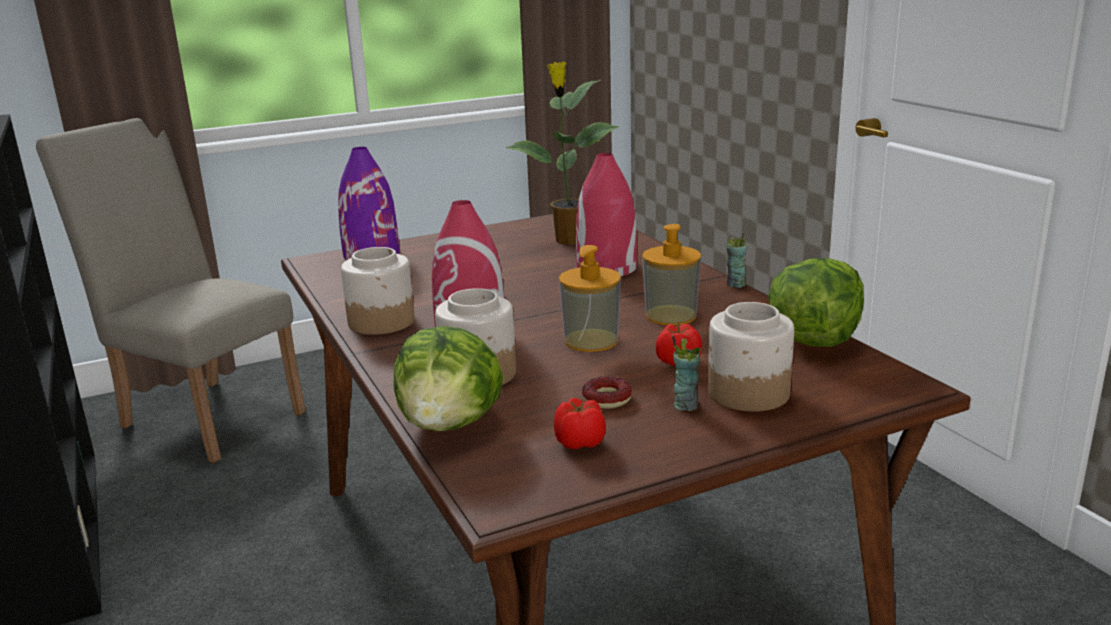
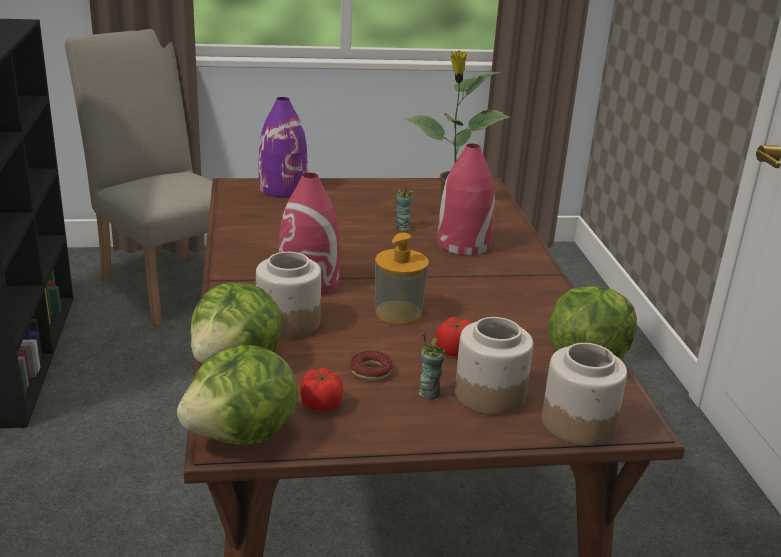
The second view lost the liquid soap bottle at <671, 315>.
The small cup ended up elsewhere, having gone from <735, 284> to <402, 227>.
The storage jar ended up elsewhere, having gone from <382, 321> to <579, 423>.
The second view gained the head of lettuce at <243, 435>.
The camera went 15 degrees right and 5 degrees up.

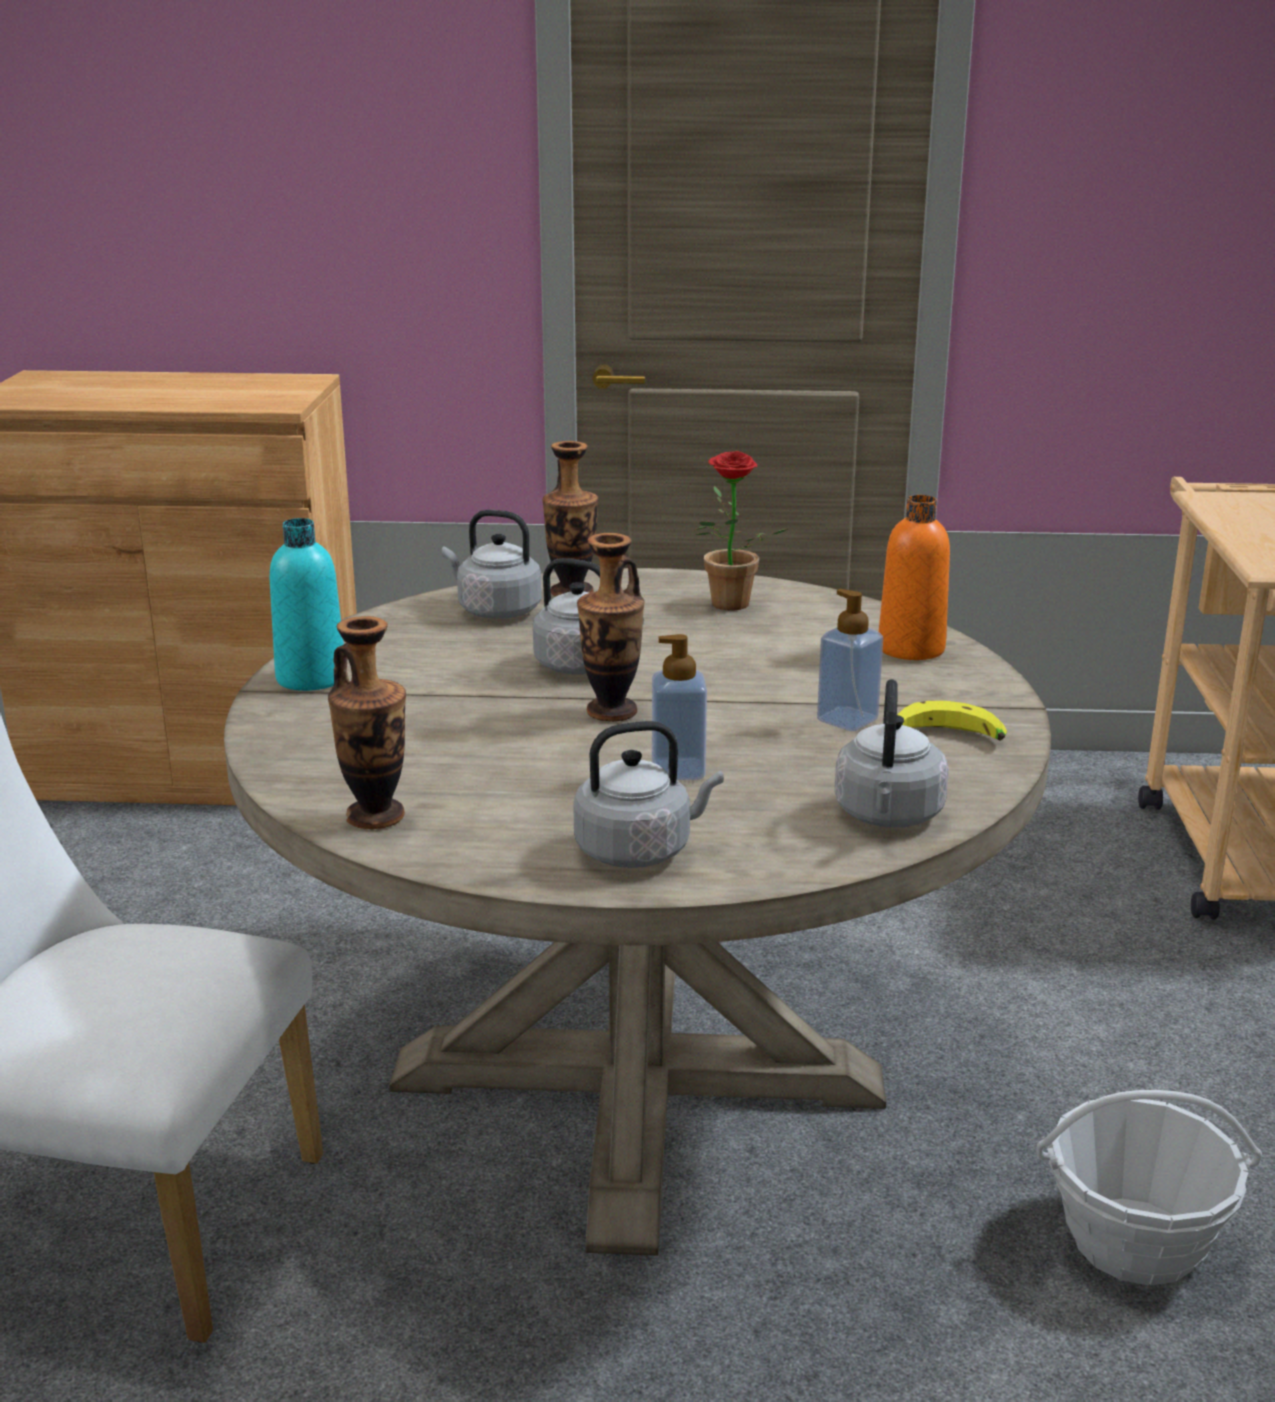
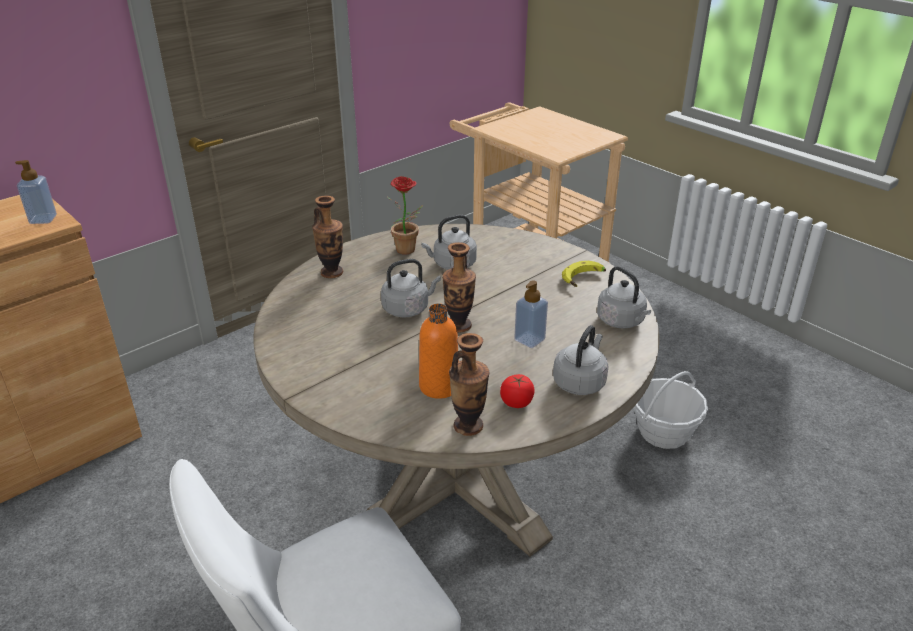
The orange-coloured beverage bottle ended up elsewhere, having gone from <911, 649> to <439, 386>.
The grey tea kettle ended up elsewhere, having gone from <495, 610> to <452, 264>.
The second view lost the turquoise beverage bottle at <311, 678>.
The liquid soap bottle ended up elsewhere, having gone from <847, 720> to <43, 219>.
The second view gained the fresh tomato at <516, 402>.
The camera went 45 degrees left and 10 degrees up.

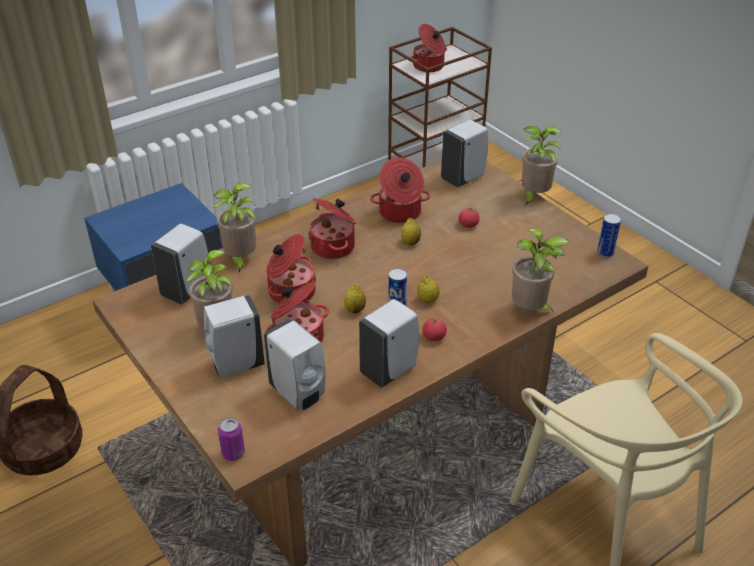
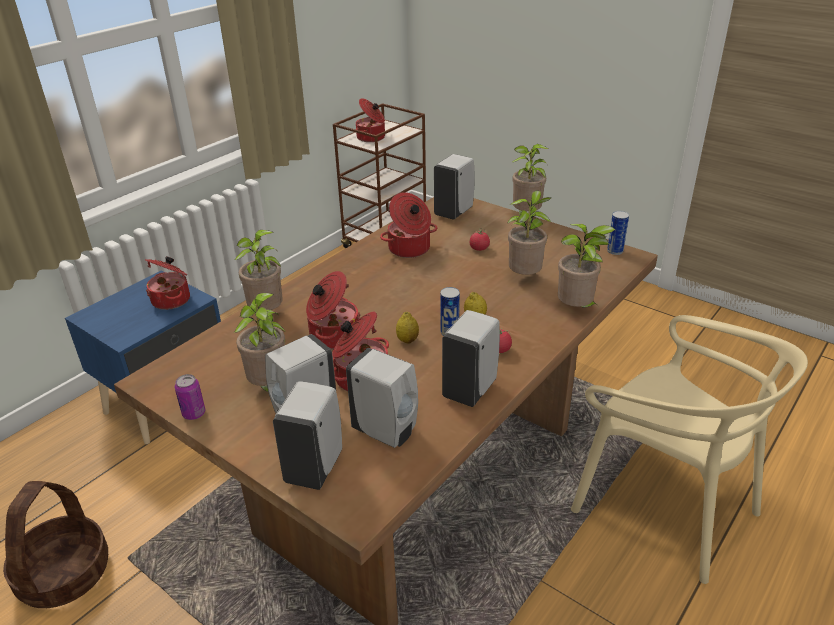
The stockpot ended up elsewhere, having gone from <334, 247> to <172, 300>.
The second view lost the citrus fruit at <410, 242>.
The white-coloured liquid soap bottle ended up elsewhere, having gone from <188, 290> to <315, 466>.
The metal can ended up elsewhere, having gone from <233, 453> to <194, 413>.
The second view gained the houseplant at <525, 277>.
The camera went 15 degrees left and 5 degrees down.

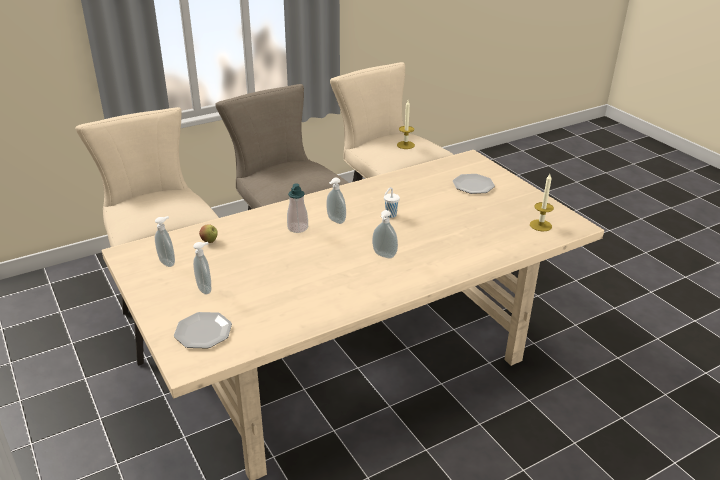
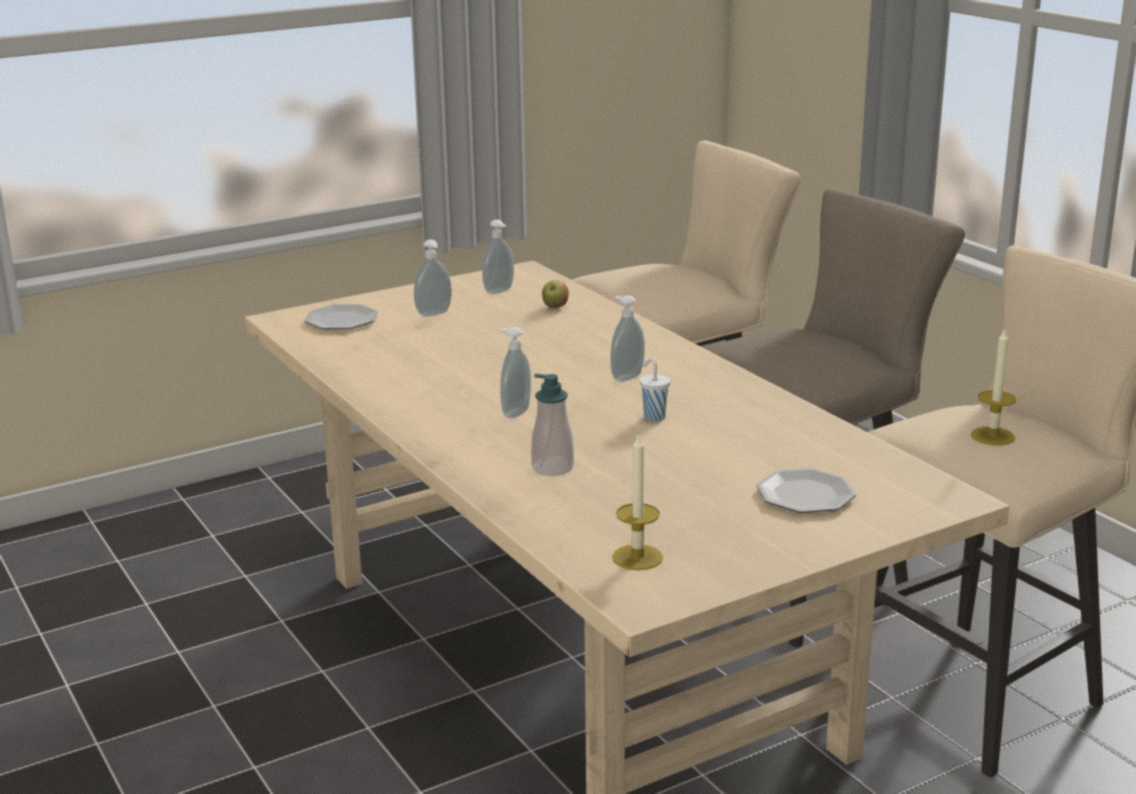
The liquid soap bottle ended up elsewhere, having gone from <297, 228> to <552, 468>.
The camera went 90 degrees right and 10 degrees down.

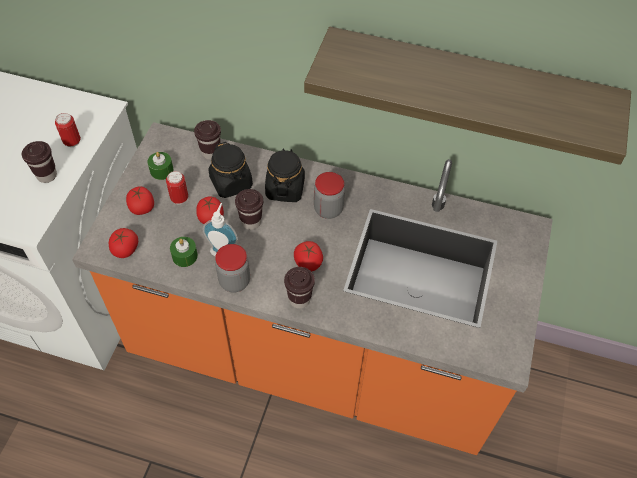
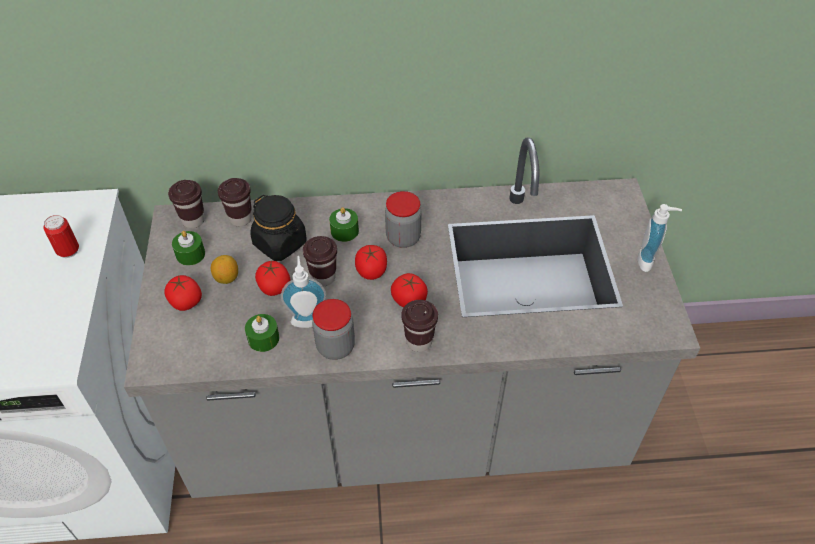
The second view lost the bracket shelf at <467, 87>.
What was the orange-coloured kitchen base unit at <315, 352> turned into the grey kitchen base unit at <407, 423>.
The brown-coloured small cup ended up elsewhere, having gone from <47, 175> to <193, 220>.
Where the black-coloured storage jar stood at <285, 188>, the green-coloured wax candle came to stand at <344, 231>.
Where the metal can stood at <179, 198>, the citrus fruit came to stand at <227, 278>.
The fresh tomato ended up elsewhere, having gone from <125, 249> to <371, 271>.
The second view gained the liquid soap bottle at <649, 260>.
The camera went 20 degrees left and 5 degrees down.

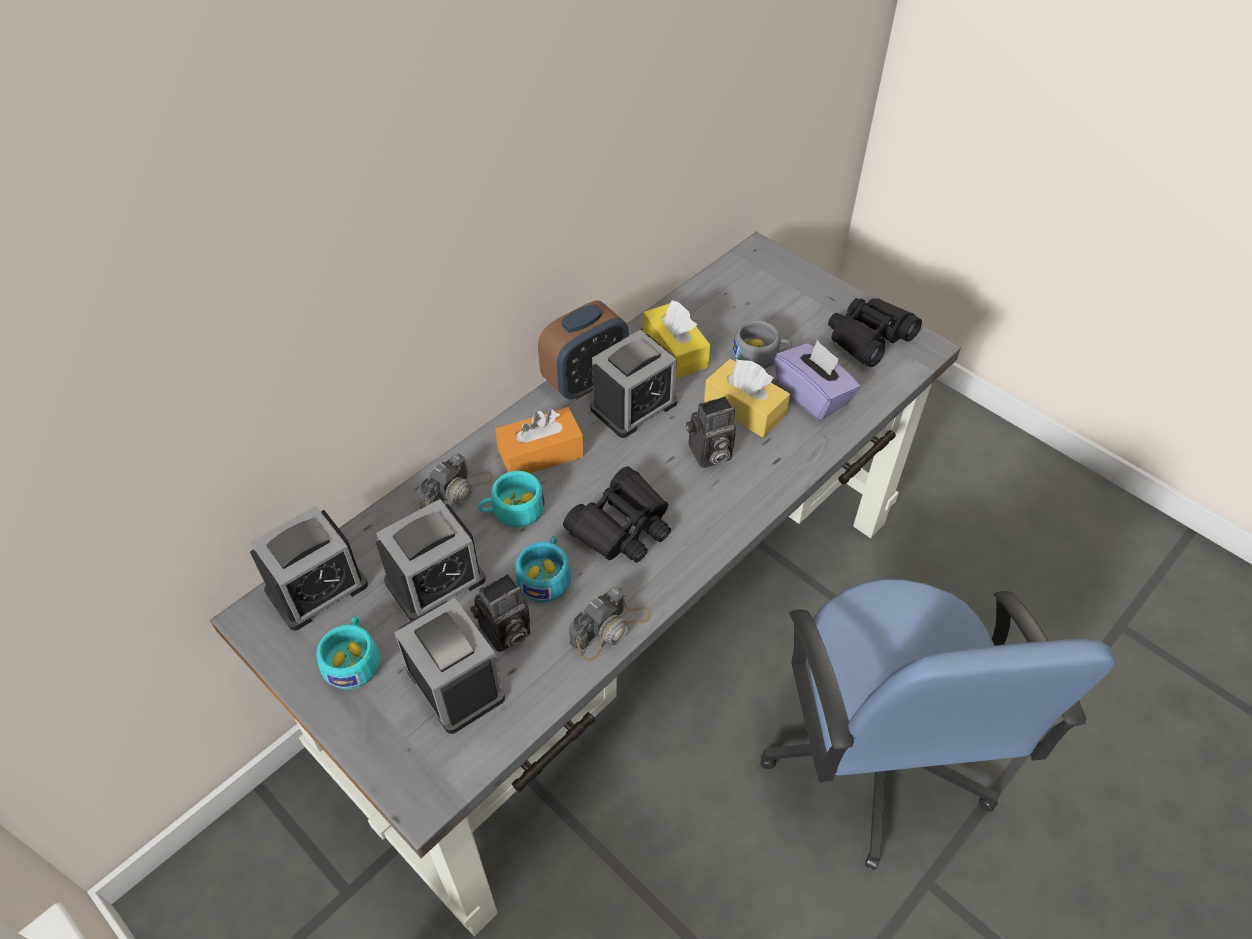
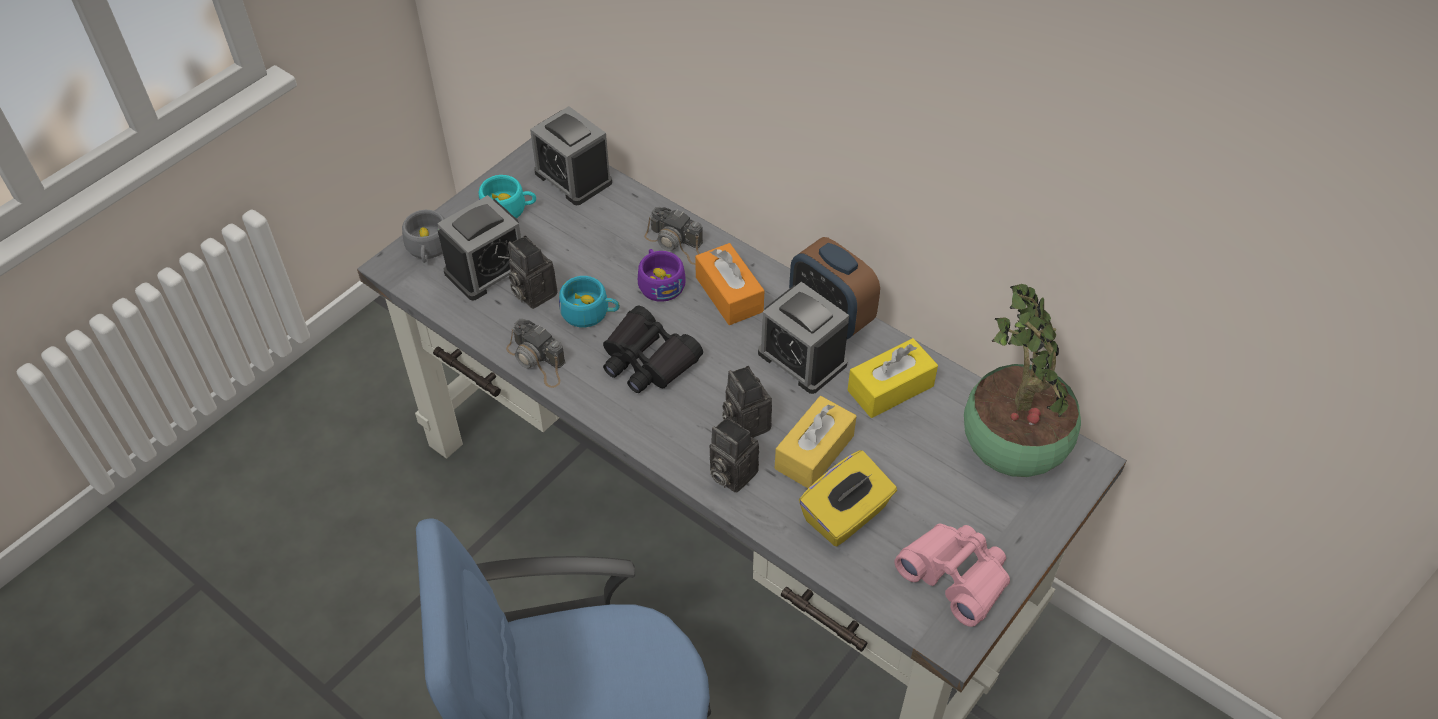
What was the black-coloured pair of binoculars at <868, 338> turned into the pink pair of binoculars at <955, 576>.
The grey small cup ended up elsewhere, having gone from <760, 356> to <428, 249>.
What was the purplish box of tissues at <812, 395> turned into the yellow box of tissues at <846, 515>.
What was the turquoise small cup at <512, 510> turned into the purplish small cup at <660, 282>.
The second view lost the table clock at <435, 581>.
The second view gained the houseplant at <1013, 455>.
The second view gained the still camera at <730, 473>.
The camera went 85 degrees right and 0 degrees up.

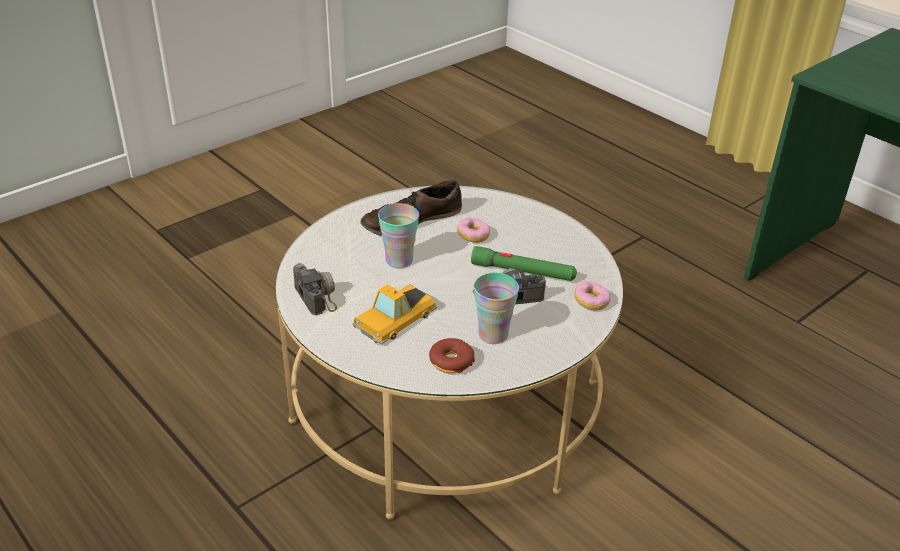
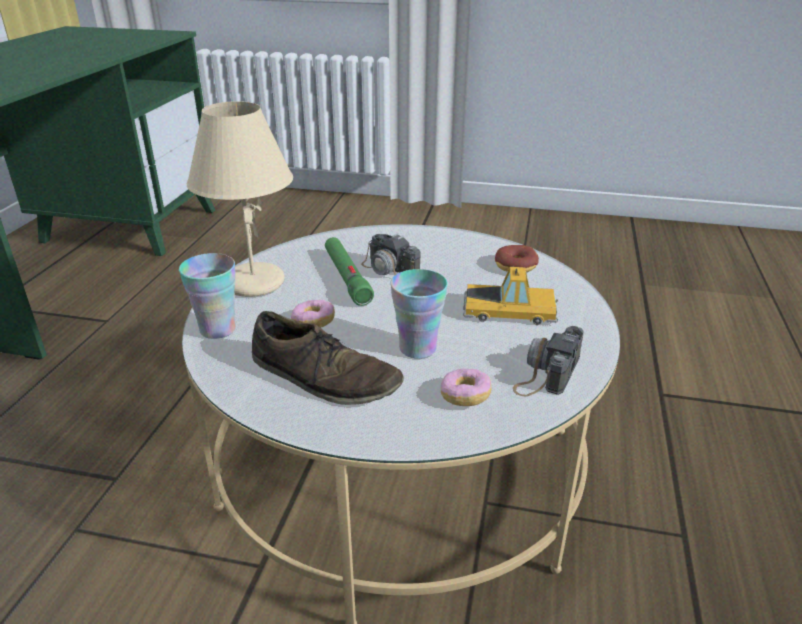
The small cup ended up elsewhere, having gone from <493, 334> to <218, 329>.
The doughnut ended up elsewhere, having gone from <591, 302> to <465, 396>.
The second view gained the beige tabletop lamp at <253, 282>.
The camera went 125 degrees left and 5 degrees down.

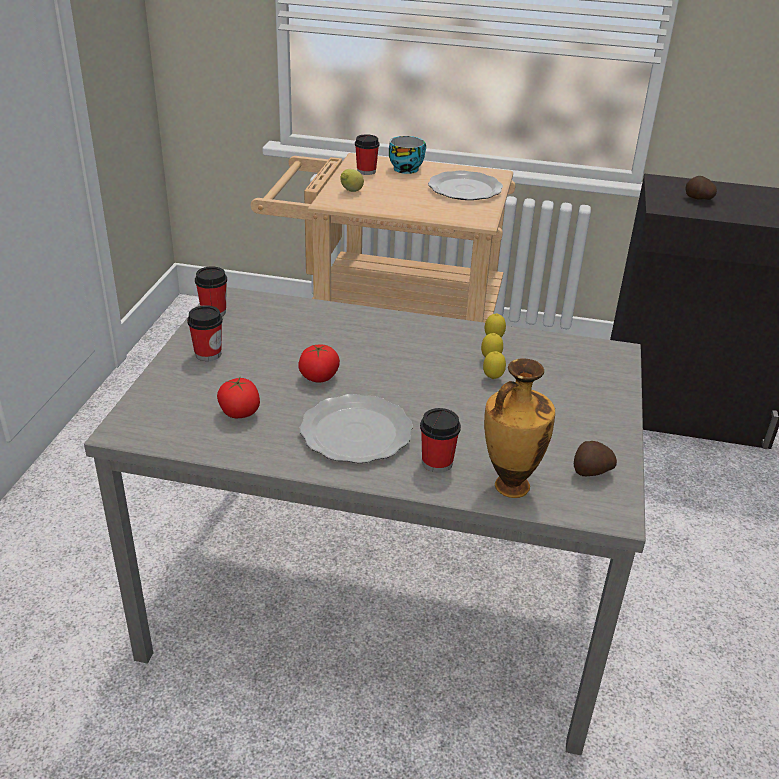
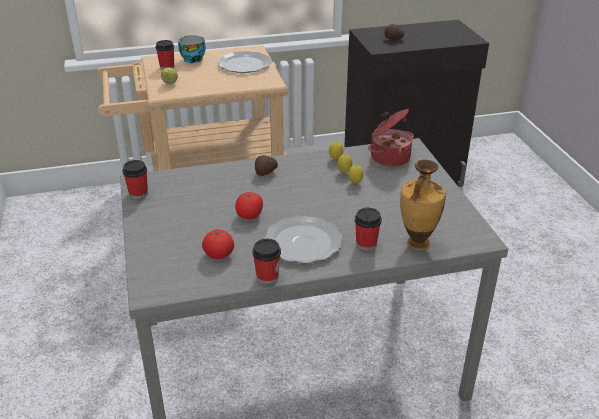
The small cup ended up elsewhere, having gone from <208, 354> to <267, 277>.
The spud ended up elsewhere, having gone from <590, 471> to <265, 173>.
The second view gained the stockpot at <389, 157>.
The camera went 25 degrees left and 0 degrees up.

